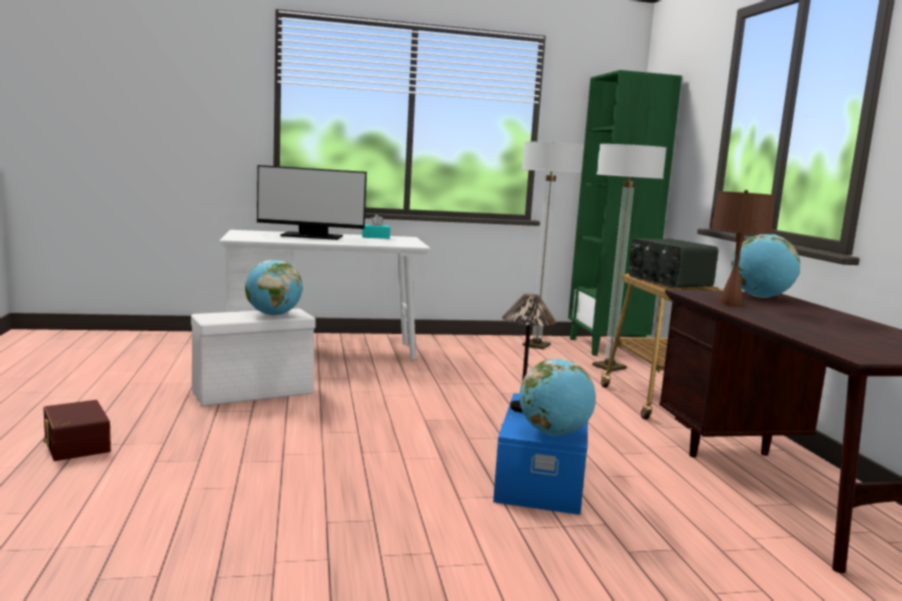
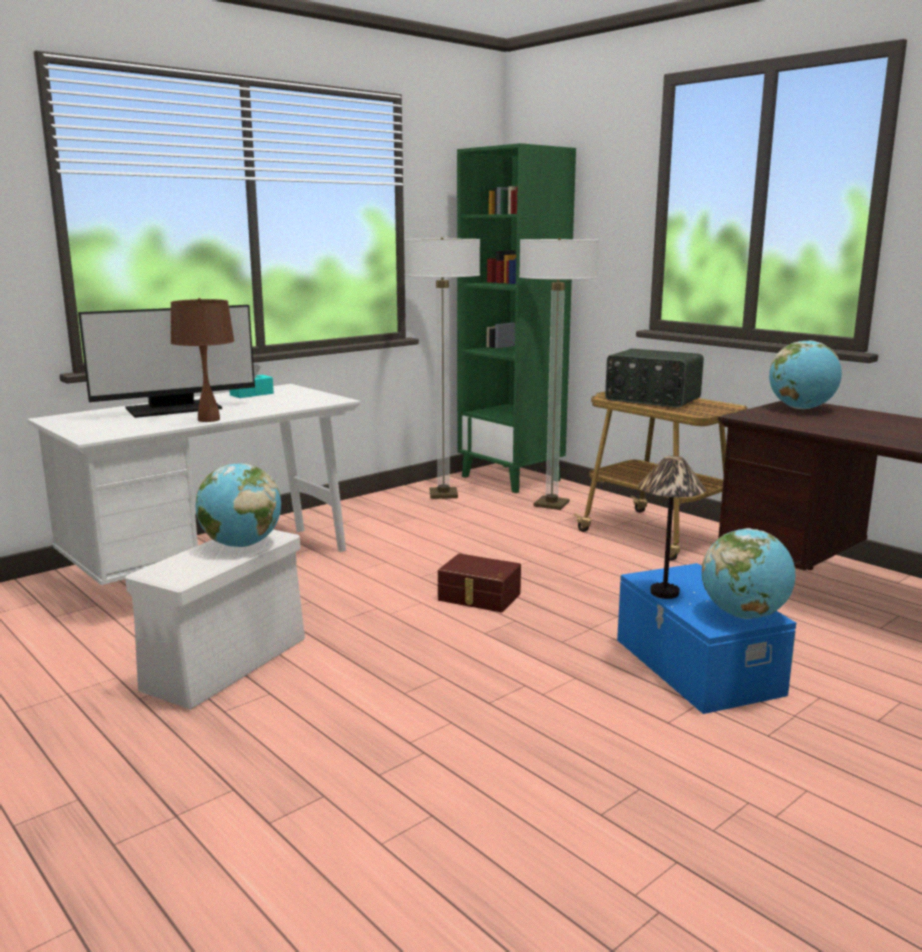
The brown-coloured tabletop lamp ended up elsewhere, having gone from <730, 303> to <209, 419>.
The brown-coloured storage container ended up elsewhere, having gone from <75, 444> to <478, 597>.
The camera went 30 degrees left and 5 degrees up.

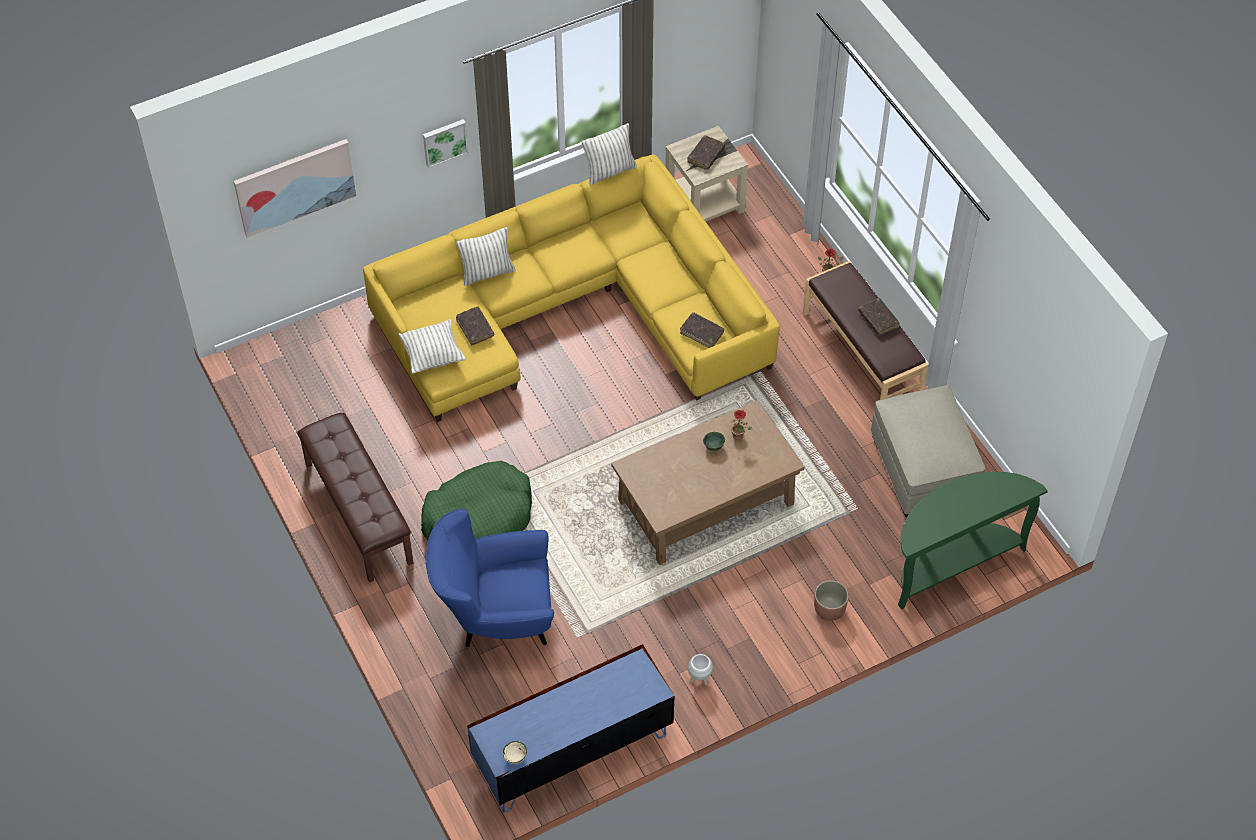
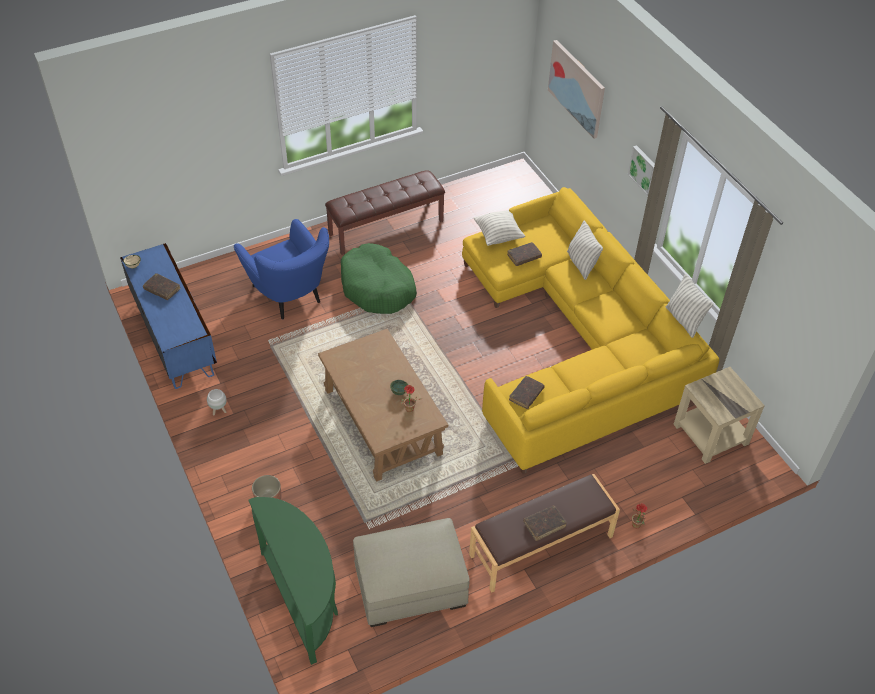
The brown-coloured book ended up elsewhere, having gone from <706, 156> to <162, 289>.
The blue armchair at <496, 618> ended up facing another way, 150 degrees clockwise from before.
The camera went 90 degrees right and 5 degrees down.

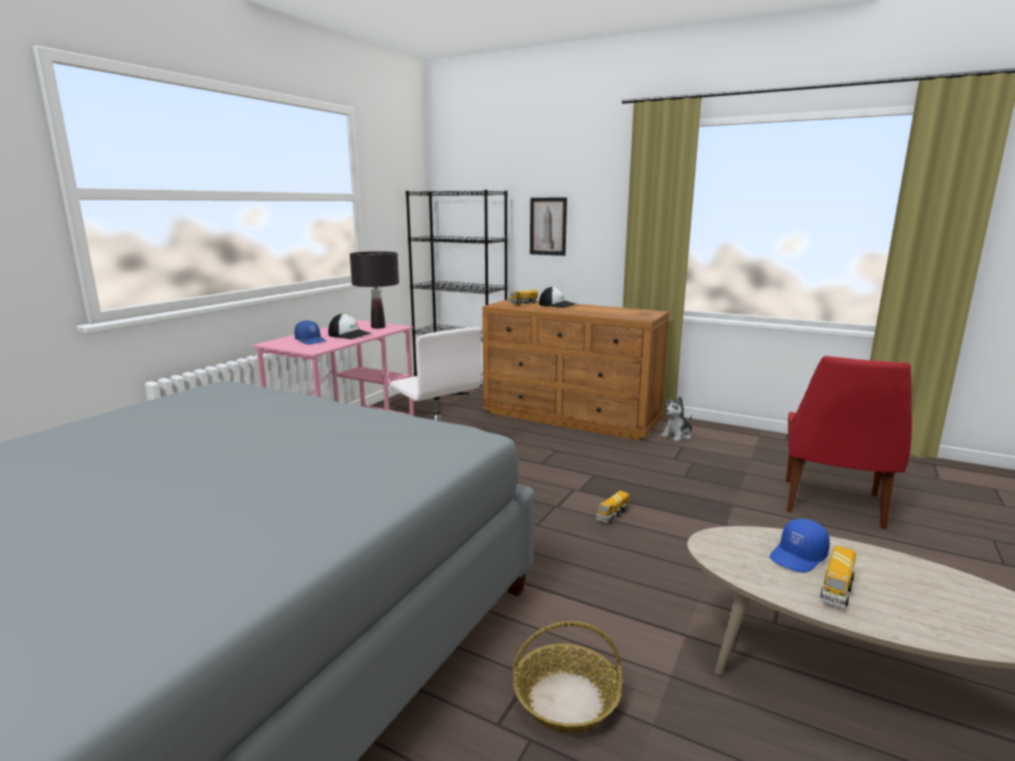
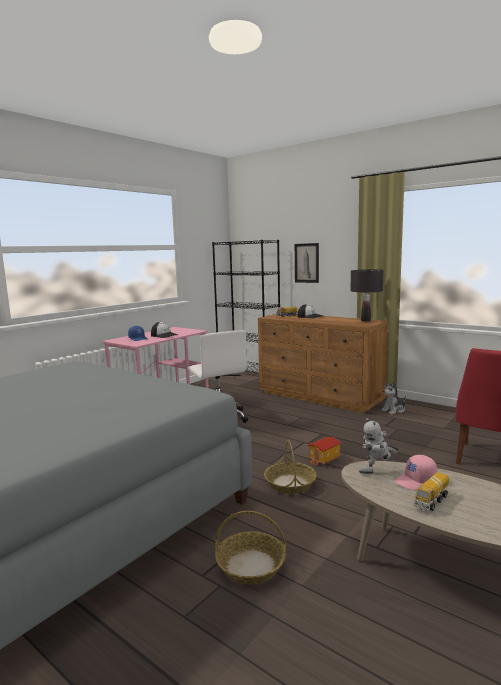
The black-coloured tabletop lamp ended up elsewhere, having gone from <378, 327> to <366, 320>.
Where the toy lorry stood at <612, 515>, the toy house came to stand at <324, 460>.
What was the blue cap at <799, 557> turned into the pink cap at <416, 481>.
The second view gained the robot figure at <377, 472>.
The second view gained the basket at <290, 484>.
The camera went 10 degrees right and 5 degrees down.

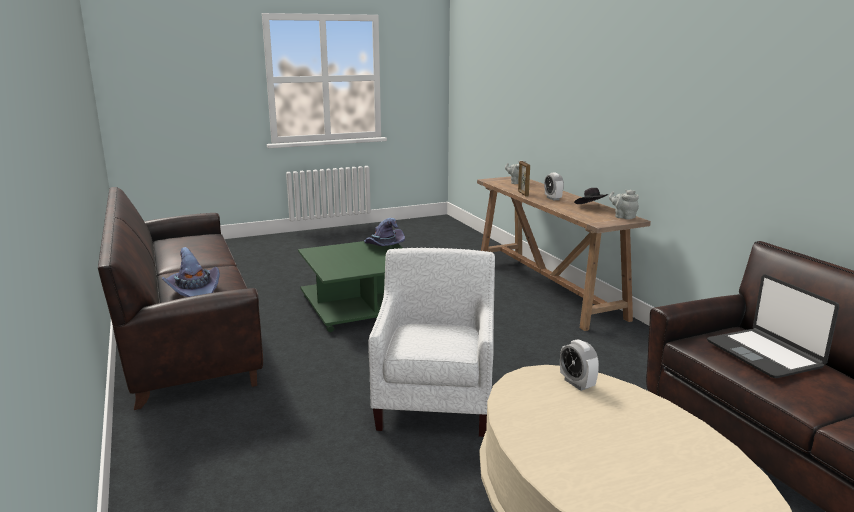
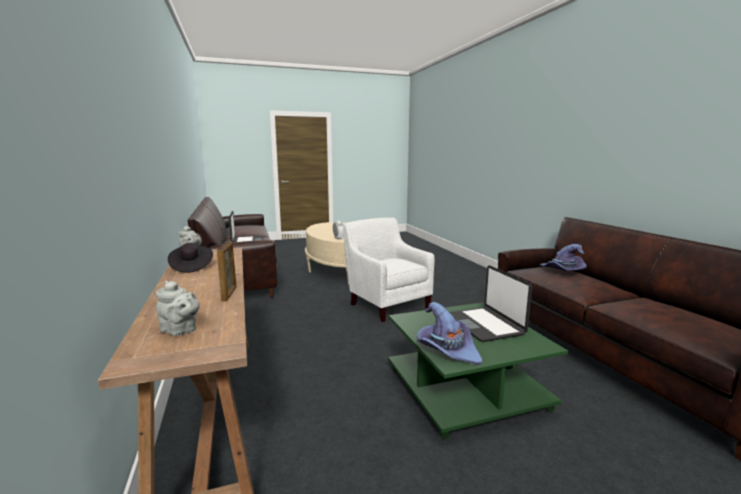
The second view lost the table clock at <553, 198>.
The white-coloured armchair at <436, 402> ended up facing another way, 135 degrees clockwise from before.
The second view gained the notebook computer at <485, 325>.
The camera went 175 degrees left and 5 degrees down.

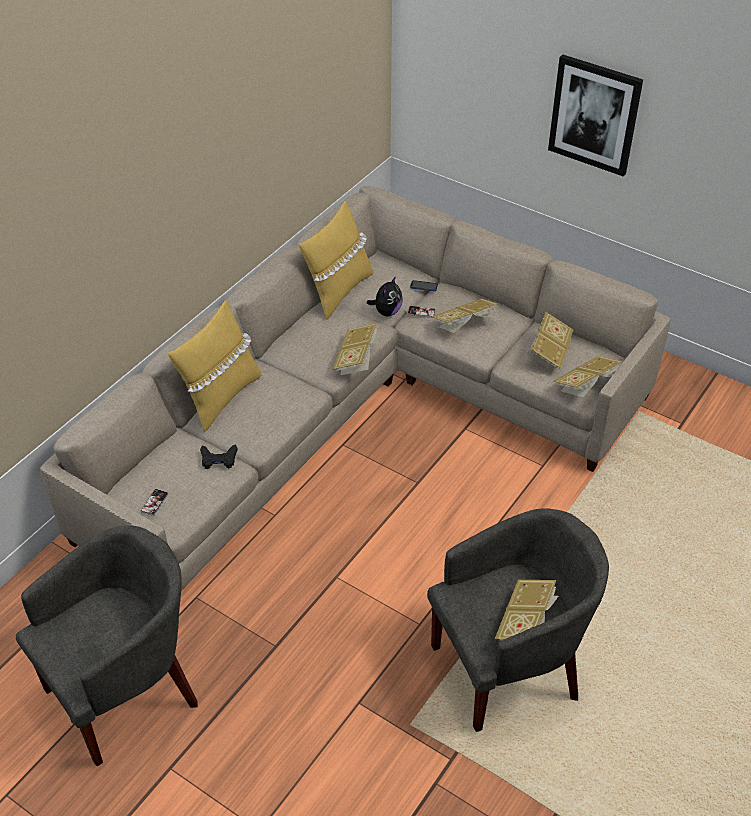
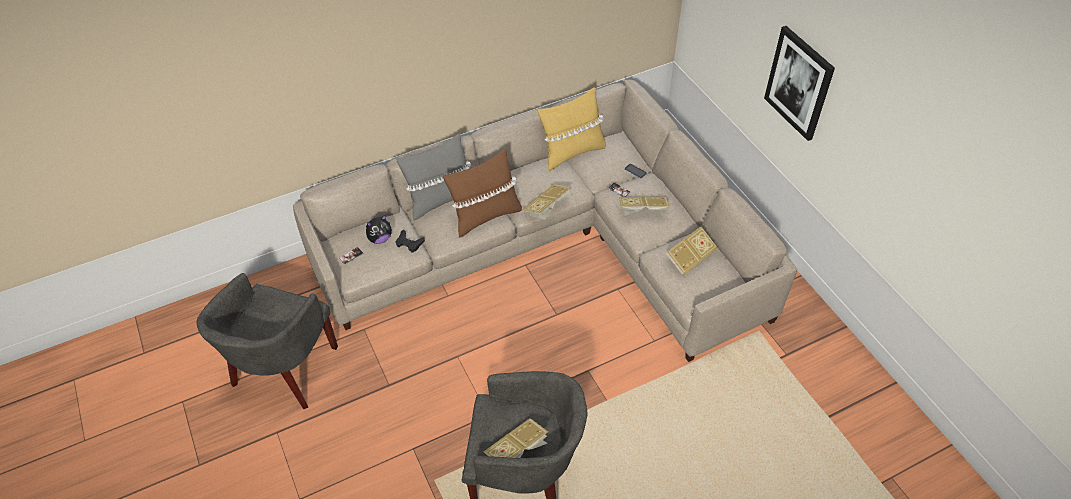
The cuddly toy ended up elsewhere, having gone from <387, 312> to <380, 238>.
What was the yellow pillow at <221, 397> turned into the grey pillow at <441, 200>.
The second view lost the book at <586, 386>.
The grey armchair at <125, 691> ended up facing another way, 120 degrees clockwise from before.
The second view gained the brown-coloured pillow at <485, 216>.
The camera went 30 degrees right and 5 degrees up.

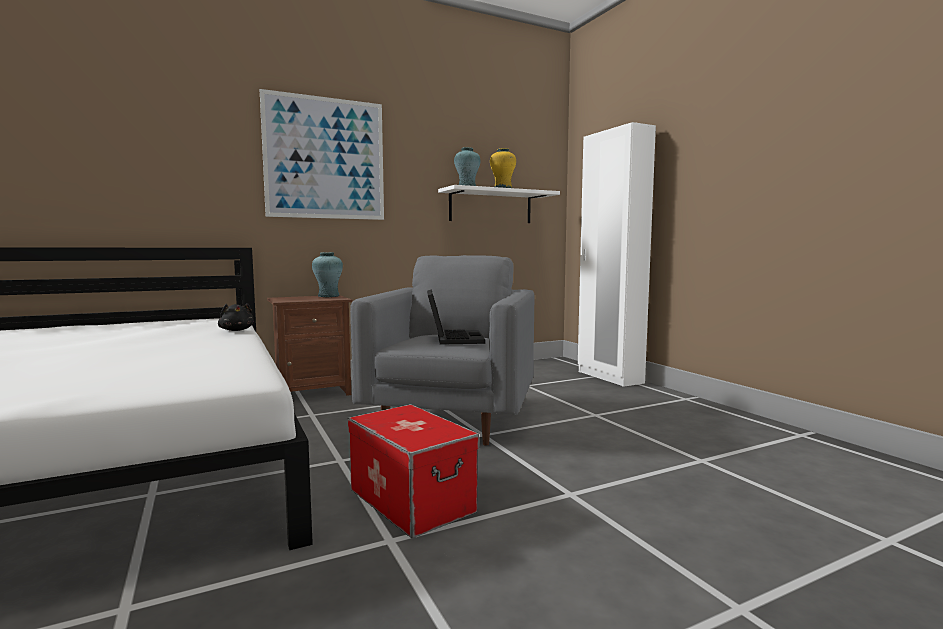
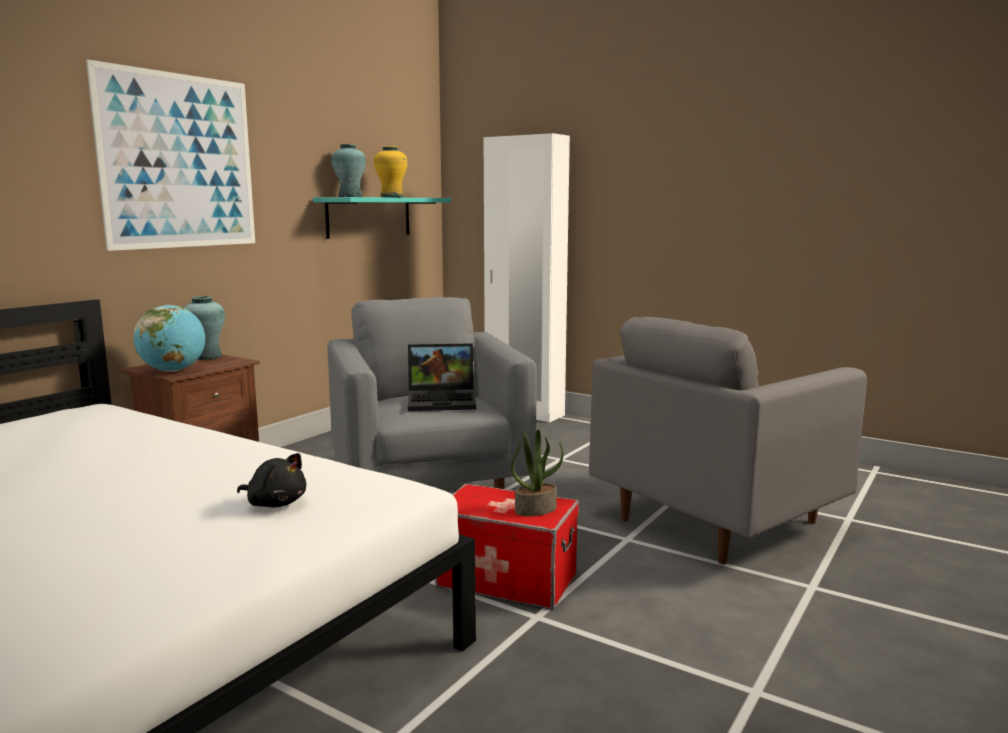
What was the white-coloured bracket shelf at <490, 207> turned into the turquoise bracket shelf at <369, 217>.
The notebook computer at <453, 338> ended up facing another way, 120 degrees clockwise from before.
The black-coloured cuddly toy ended up elsewhere, having gone from <236, 330> to <275, 503>.
The second view gained the globe at <173, 371>.
The second view gained the grey armchair at <717, 520>.
The second view gained the houseplant at <536, 509>.
The camera went 30 degrees left and 5 degrees up.

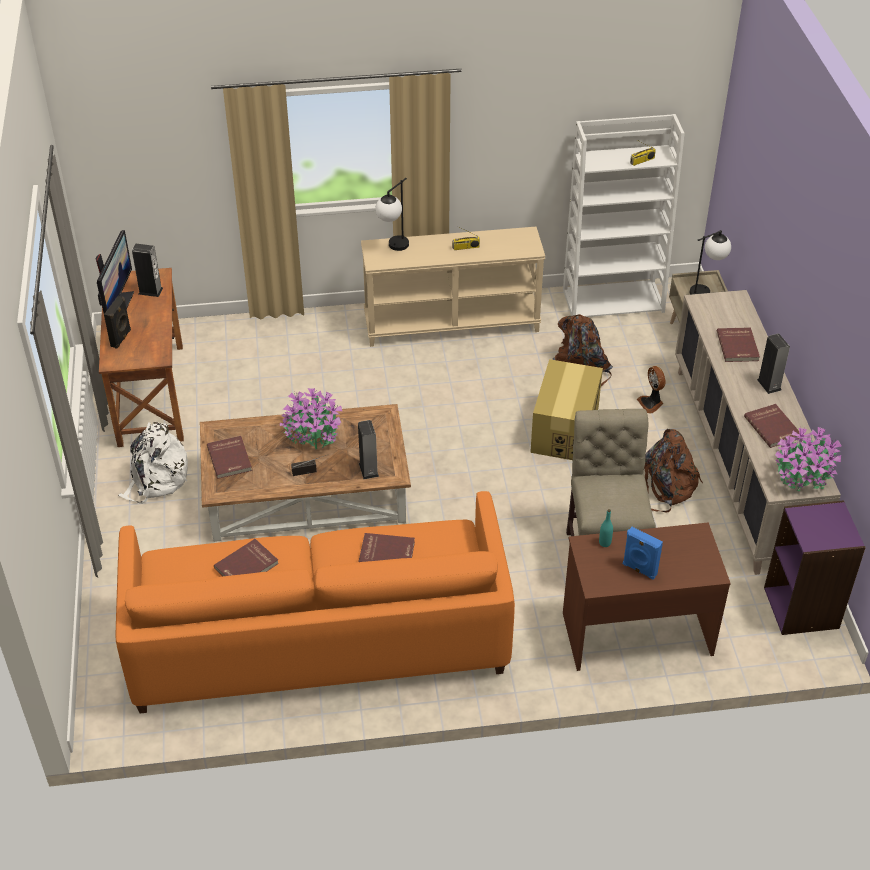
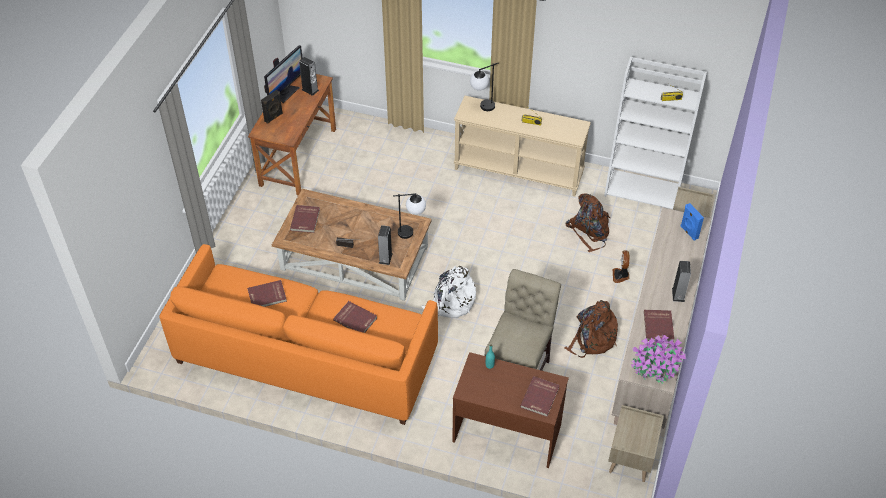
The tabletop lamp ended up elsewhere, having gone from <706, 290> to <412, 232>.
The red book ended up elsewhere, having gone from <738, 346> to <540, 397>.
The second view lost the carton at <565, 429>.
The second view lost the houseplant at <313, 434>.
The white-coloured rucksack ended up elsewhere, having gone from <156, 479> to <451, 303>.
Where the purplish shelving unit stood at <802, 608>, the beige bedside table came to stand at <631, 460>.
The blue loudspeaker ended up elsewhere, having gone from <639, 570> to <688, 232>.
The camera went 25 degrees right and 5 degrees up.

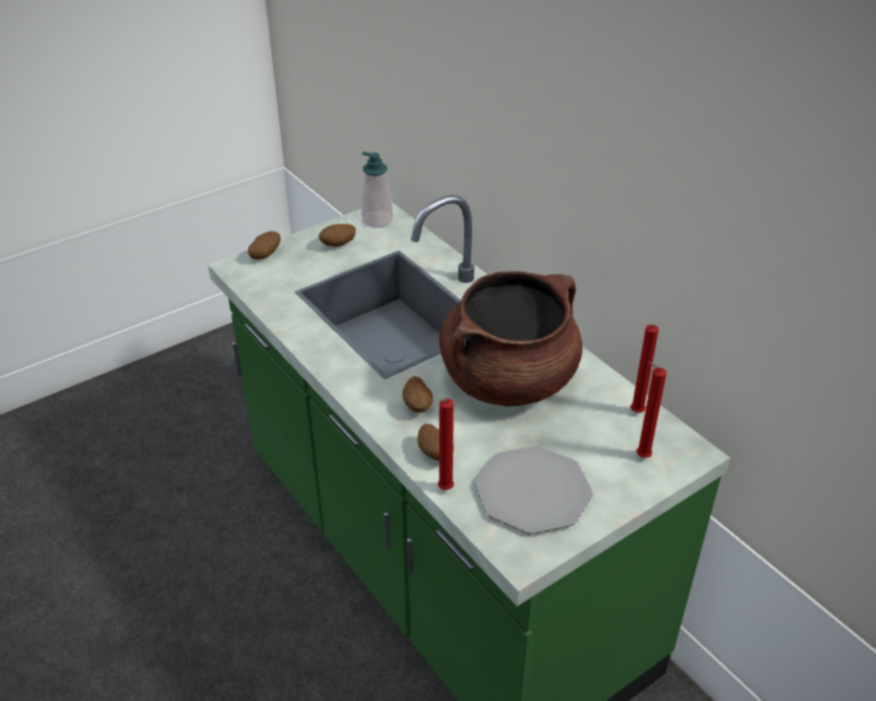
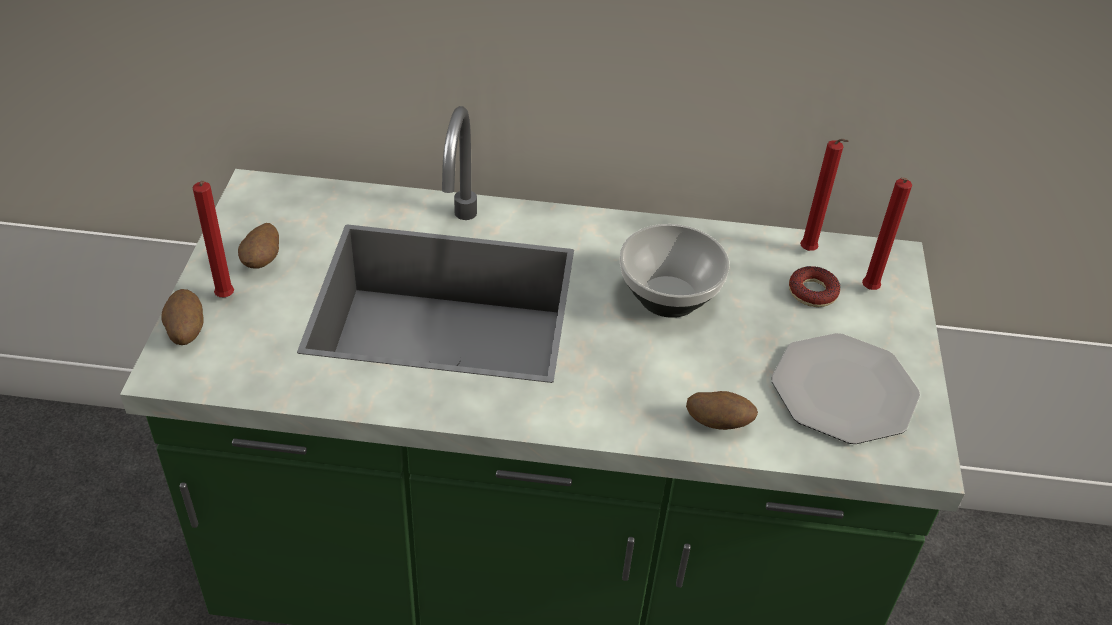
The second view lost the liquid soap bottle at <377, 220>.
Where the brown-coloured stockpot stood at <508, 380>, the deep dish came to stand at <667, 296>.
The second view lost the spud at <417, 406>.
The red wax candle ended up elsewhere, having gone from <444, 490> to <225, 299>.
The second view gained the doughnut at <812, 292>.
The camera went 50 degrees left and 5 degrees up.

